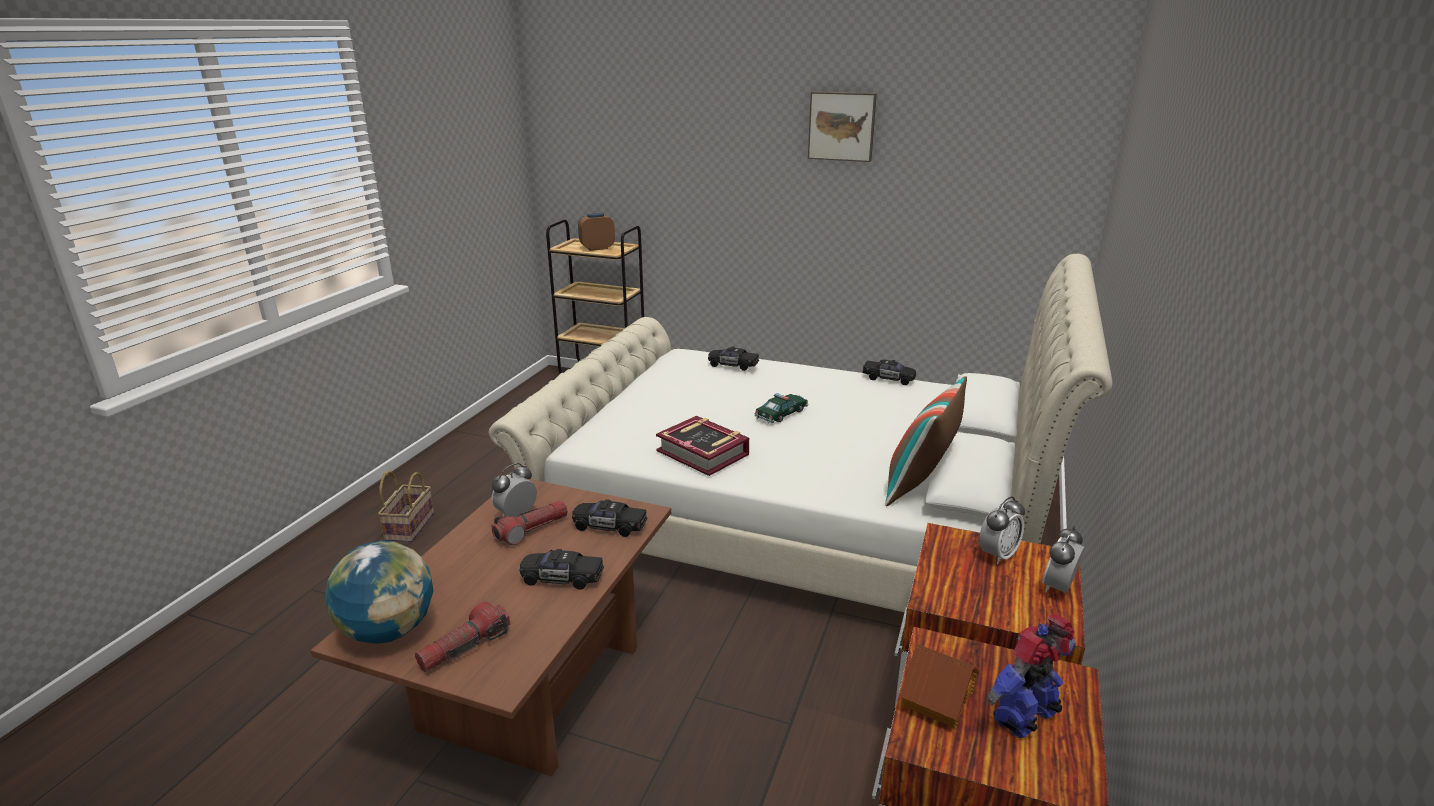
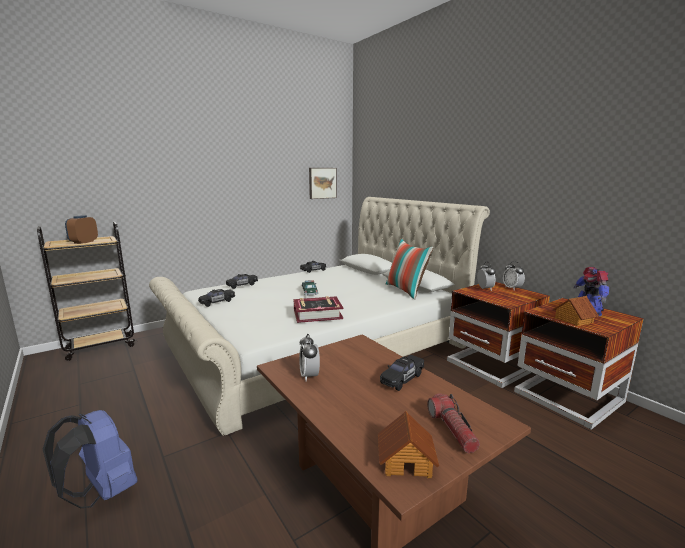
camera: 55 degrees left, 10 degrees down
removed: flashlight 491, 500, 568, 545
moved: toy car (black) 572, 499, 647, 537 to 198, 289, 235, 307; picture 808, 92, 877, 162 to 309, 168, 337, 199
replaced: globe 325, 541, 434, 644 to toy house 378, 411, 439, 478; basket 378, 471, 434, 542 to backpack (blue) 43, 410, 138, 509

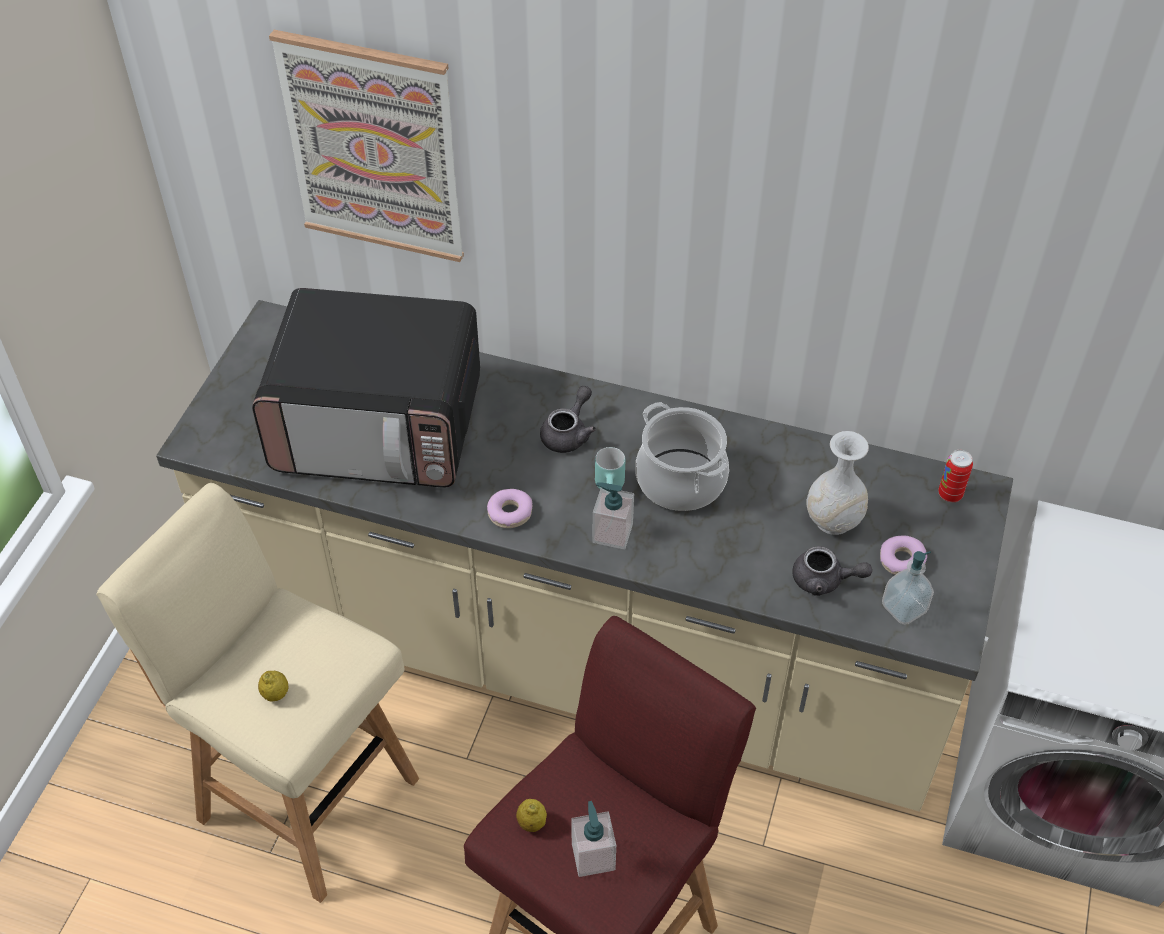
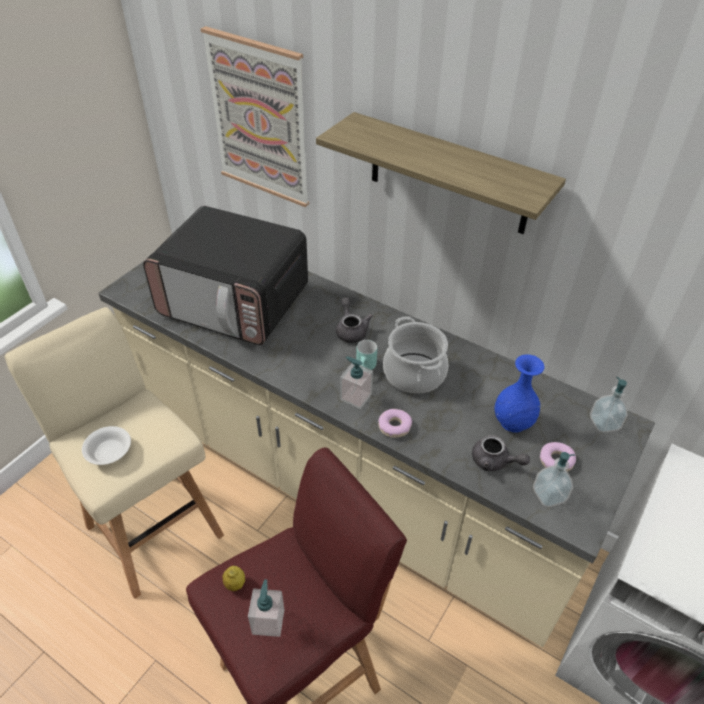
camera: 15 degrees right, 5 degrees down
added: shelf 316, 112, 566, 234
moved: donut 487, 489, 532, 528 to 379, 409, 412, 438
replaced: lemon 258, 671, 288, 702 to bowl (white) 82, 426, 131, 465; can 938, 450, 973, 502 to soap dispenser 590, 377, 627, 433
recoloured: vase (white) 806, 431, 869, 535 to vase (blue) 494, 354, 545, 433
turned: teapot (grey) 540, 386, 596, 453 = 336, 297, 373, 343 60 degrees counterclockwise

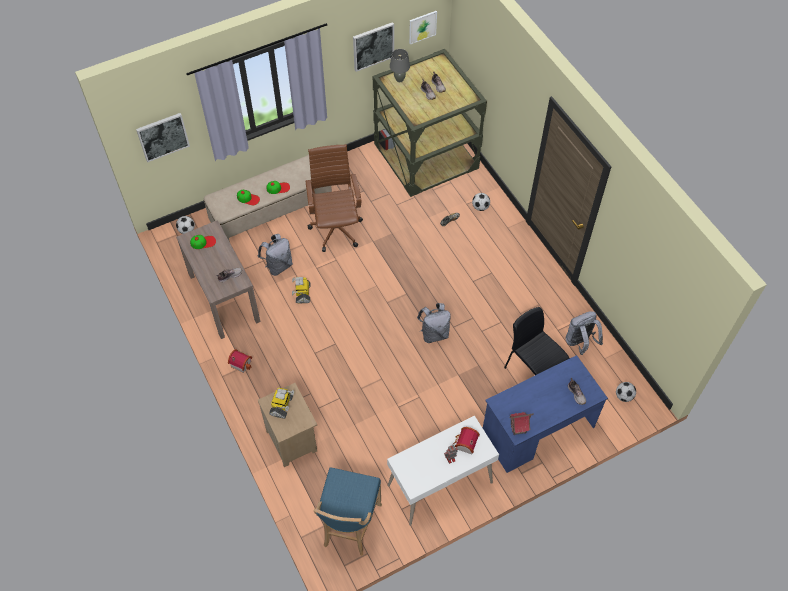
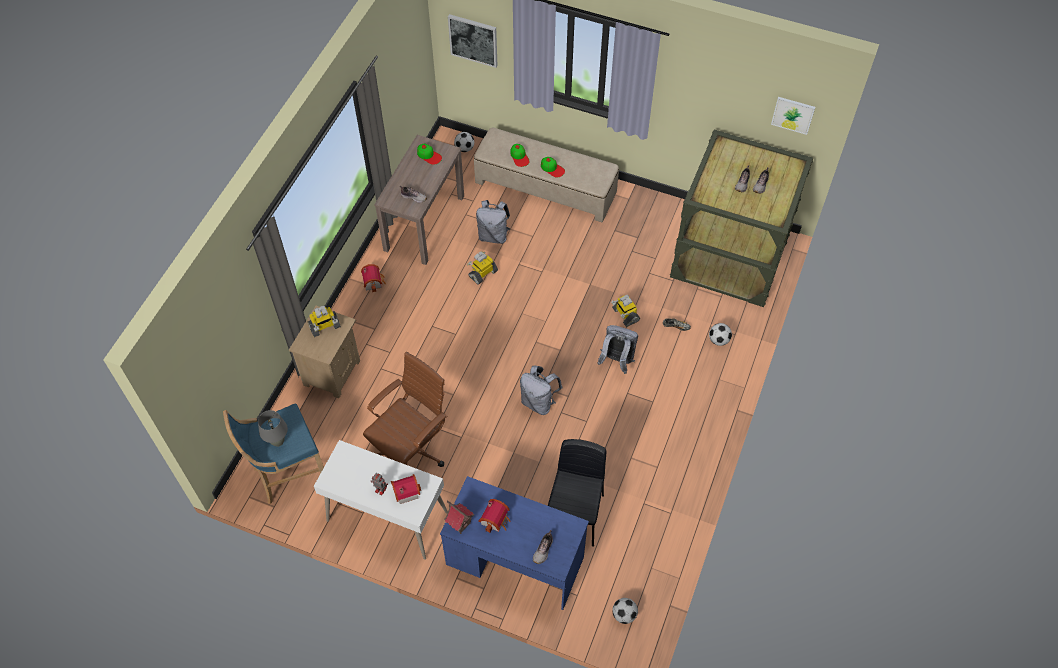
camera: 50 degrees right, 0 degrees up
removed: picture 353, 22, 394, 72
added: toy house 478, 499, 511, 533; toy robot 611, 295, 640, 327
moved: office chair (brown) 305, 144, 363, 252 to 363, 352, 448, 467; table lamp (grey) 390, 49, 410, 82 to 258, 410, 288, 447; backpack (grey) 566, 311, 603, 355 to 597, 325, 638, 374

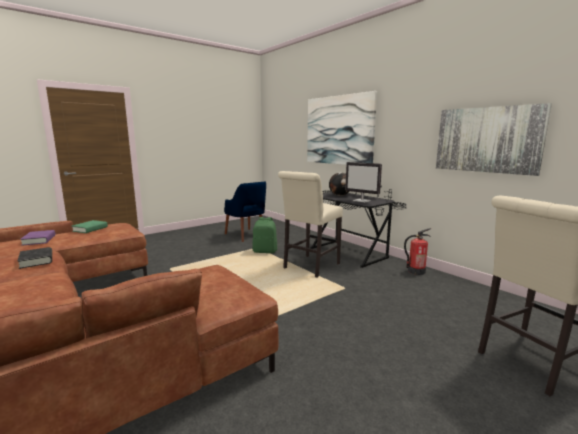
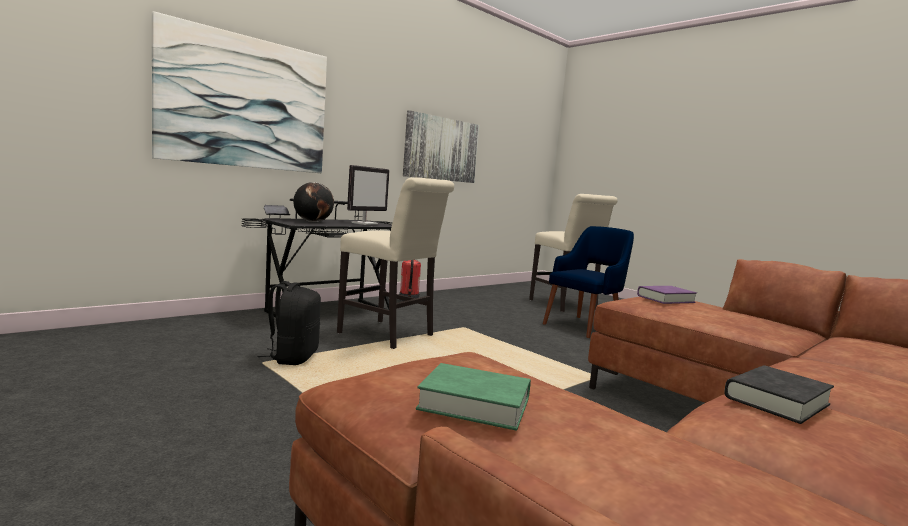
camera: 95 degrees left, 5 degrees down
moved: book (purple) 20, 230, 56, 246 to 637, 286, 697, 304; armchair (blue) 224, 182, 266, 242 to 543, 226, 634, 338
recoloured: backpack (green) 252, 217, 277, 253 to backpack (black) 258, 281, 321, 365

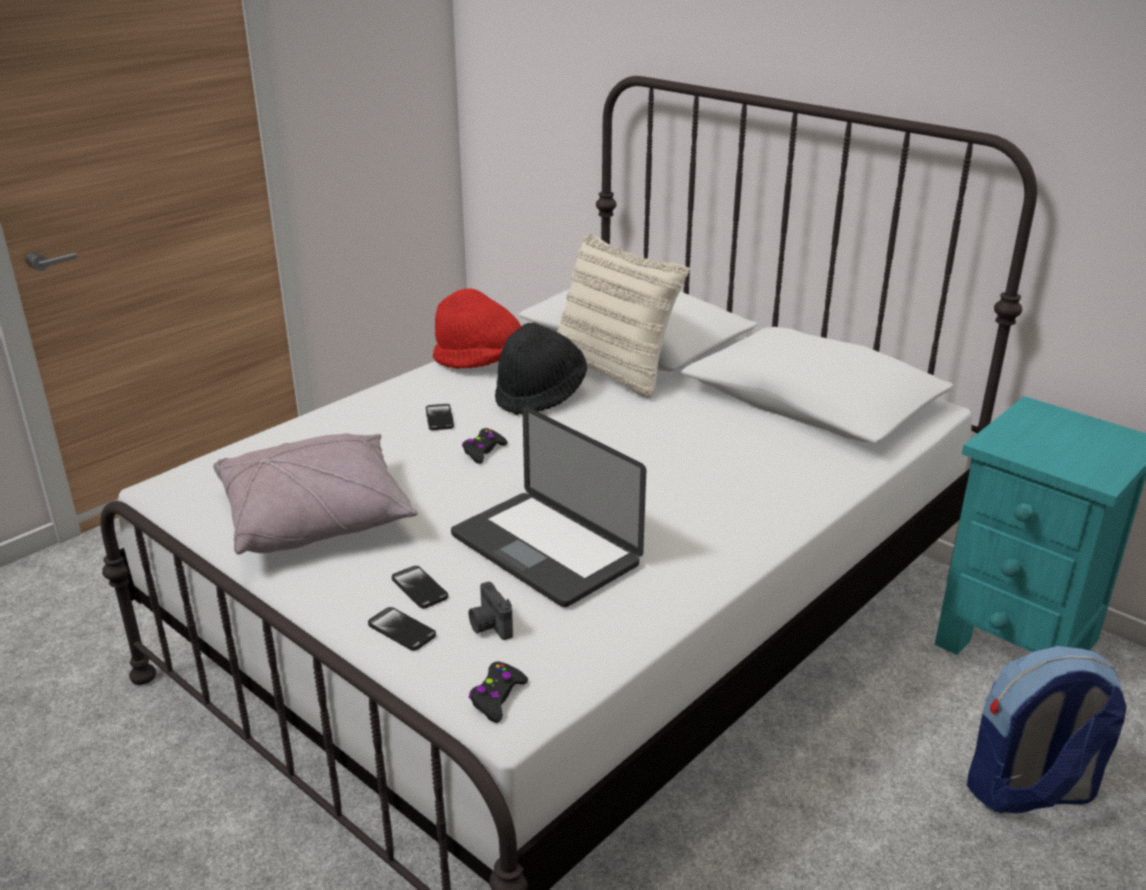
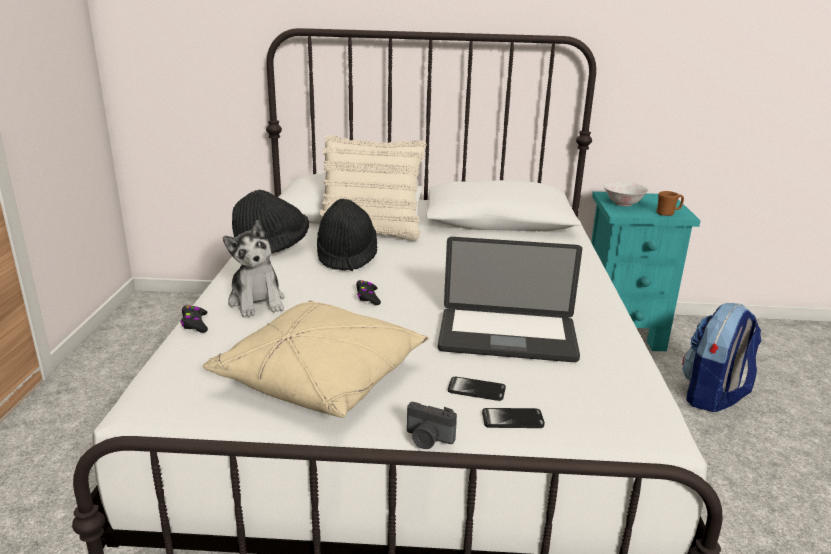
camera: 40 degrees left, 5 degrees down
removed: phone 426, 404, 454, 430
added: plush toy 223, 220, 285, 317; bowl (white) 603, 182, 650, 206; mug (brown) 656, 191, 684, 216
moved: photo camera 469, 582, 513, 640 to 407, 402, 457, 449; game controller (black) 469, 661, 528, 723 to 180, 305, 208, 333
recoloured: pillow (purple) 213, 433, 418, 555 to pillow (beige) 203, 300, 429, 418; hat (red) 433, 288, 521, 369 to hat (black) 232, 190, 309, 254

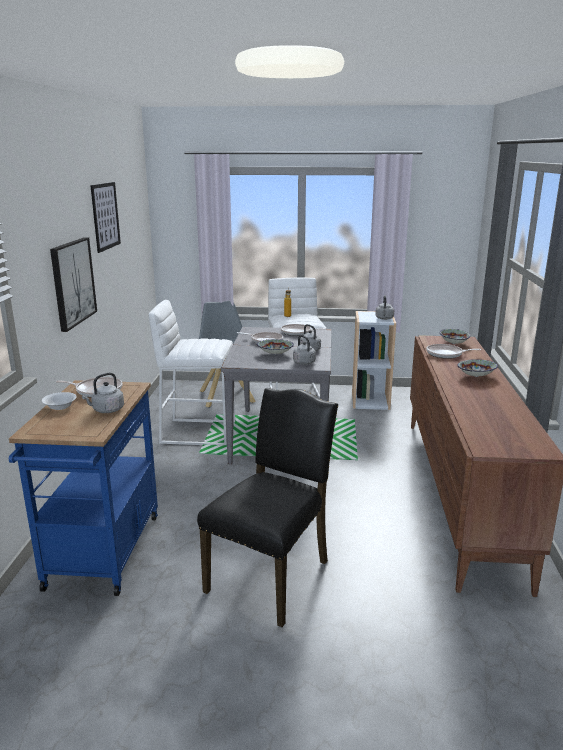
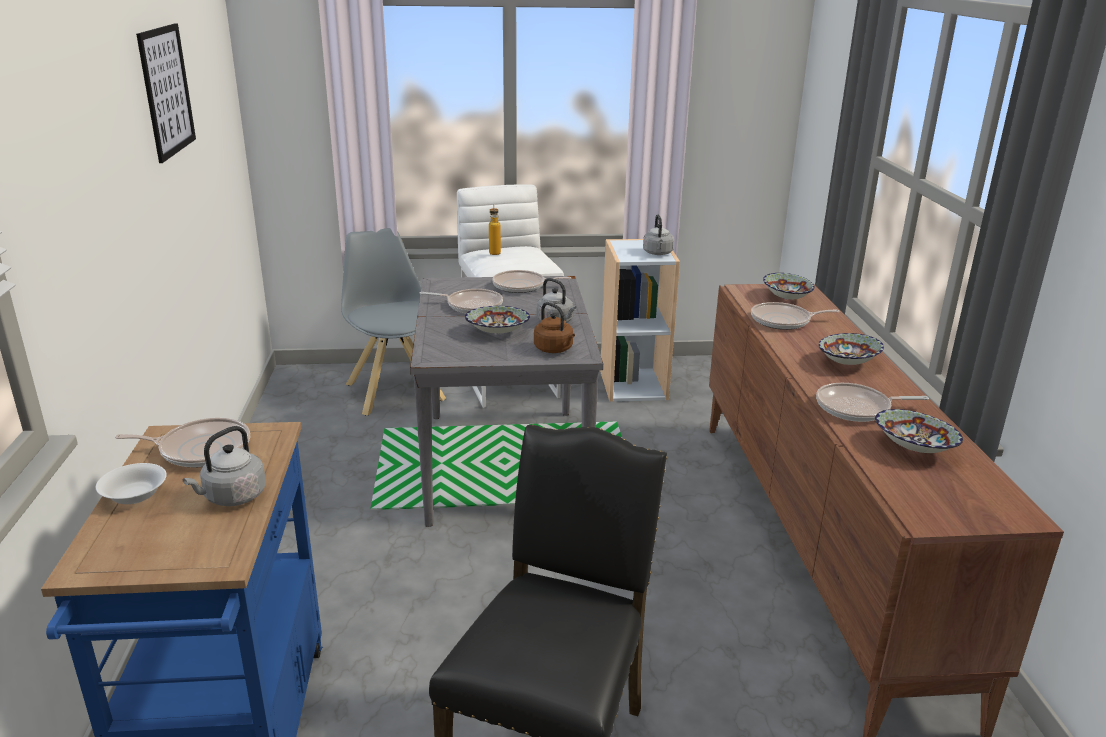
camera: 10 degrees left, 5 degrees up
removed: picture 50, 237, 97, 332; stool (white) 149, 300, 235, 445
added: frying pan 816, 383, 929, 422; bowl 875, 409, 963, 453
recoloured: kettle (grey) 293, 335, 316, 365 to kettle (brown) 534, 302, 575, 353

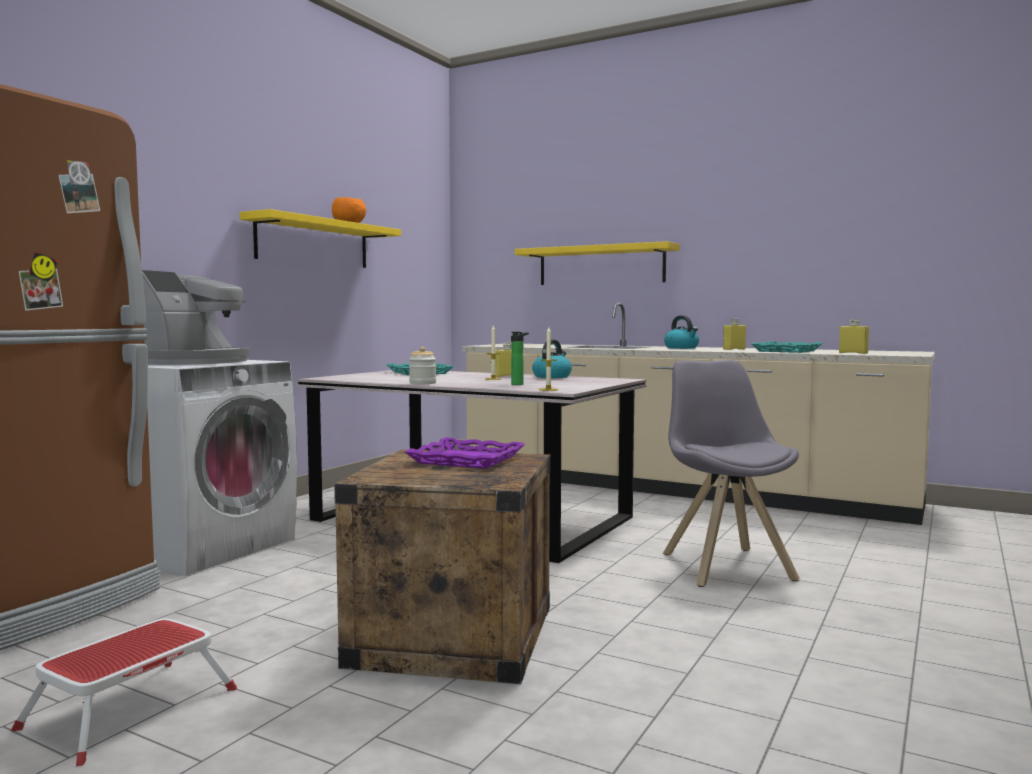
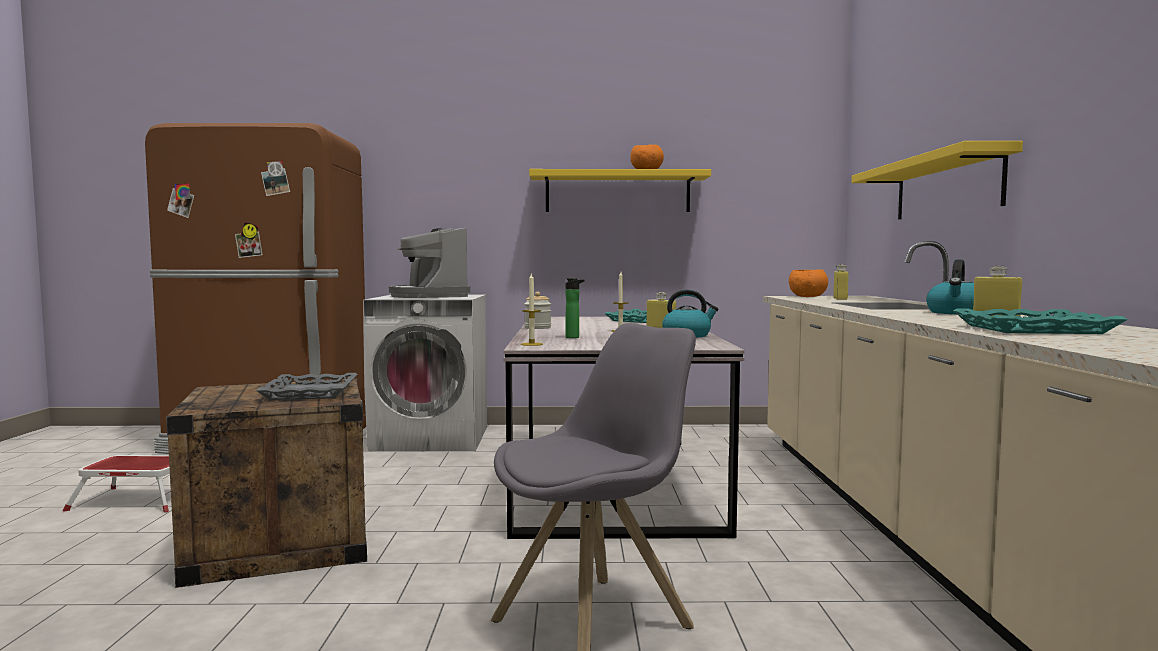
camera: 60 degrees right, 0 degrees up
added: bowl (orange) 789, 269, 828, 297
moved: bottle (yellow) 839, 319, 869, 354 to 833, 264, 849, 300
recoloured: tray (purple) 405, 437, 525, 469 to tray (grey) 256, 373, 357, 400
turned: coffee machine 142, 270, 250, 365 = 389, 228, 470, 298 75 degrees clockwise

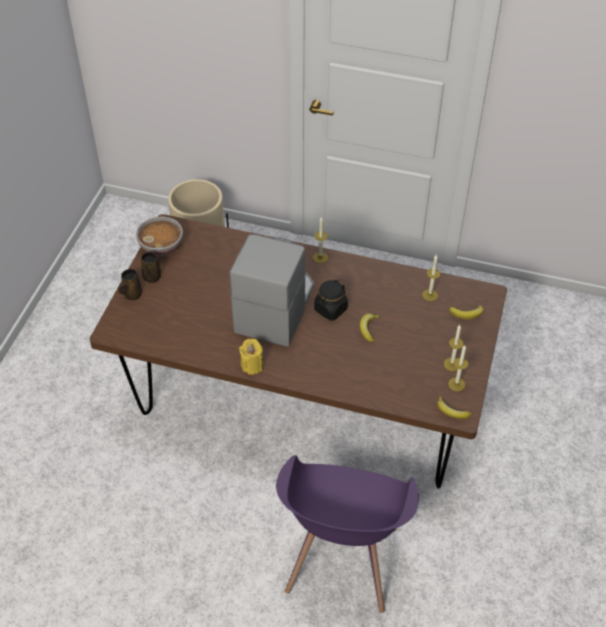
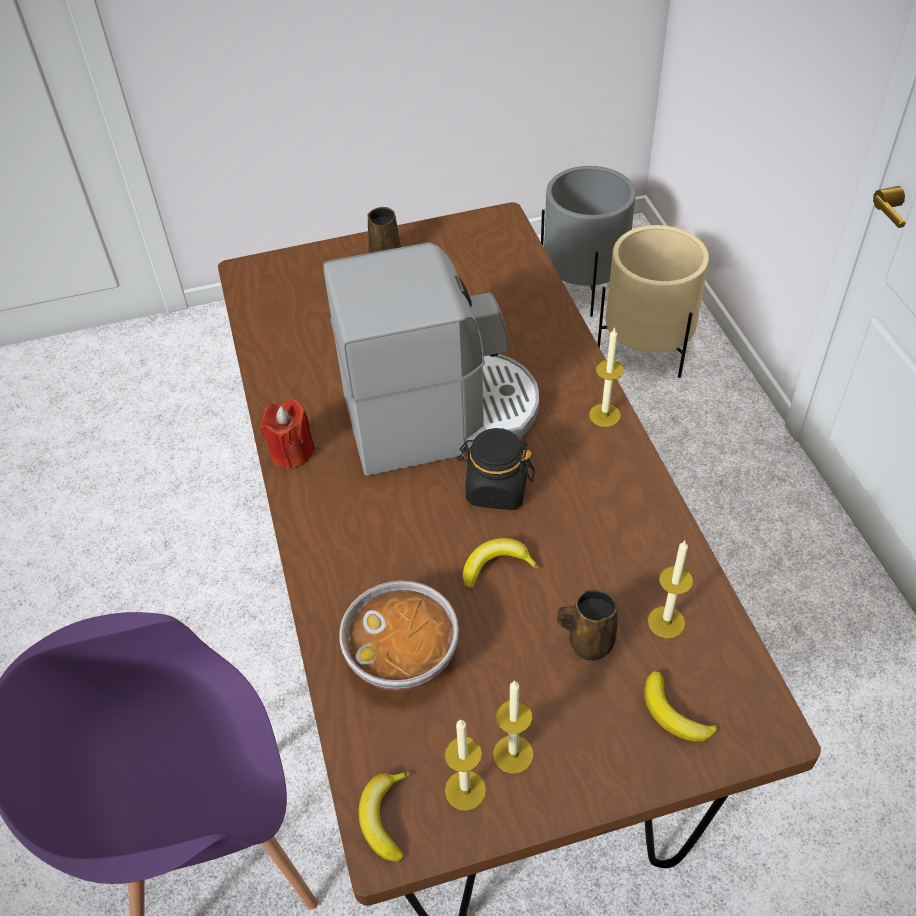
camera: 60 degrees right, 0 degrees up
added: planter (grey) 541, 166, 636, 317
moved: mug (brown) 118, 269, 142, 300 to 557, 590, 618, 661; bowl 136, 217, 183, 256 to 339, 581, 459, 691
recoloured: candle (yellow) 239, 338, 263, 375 to candle (red) 260, 399, 315, 470

